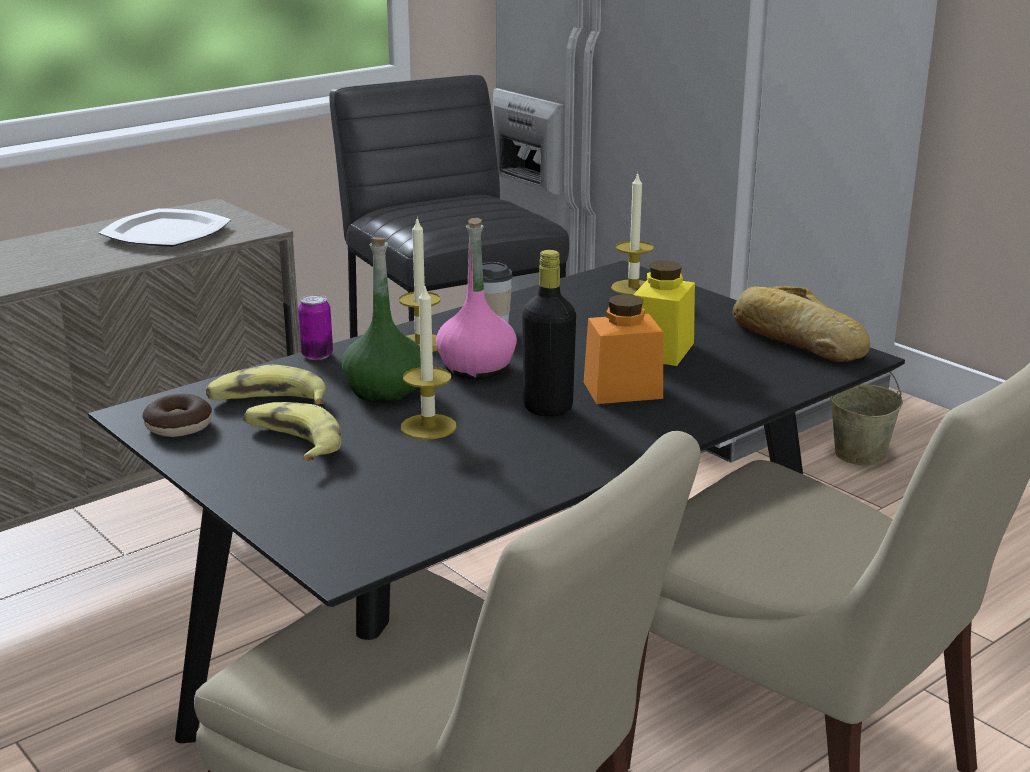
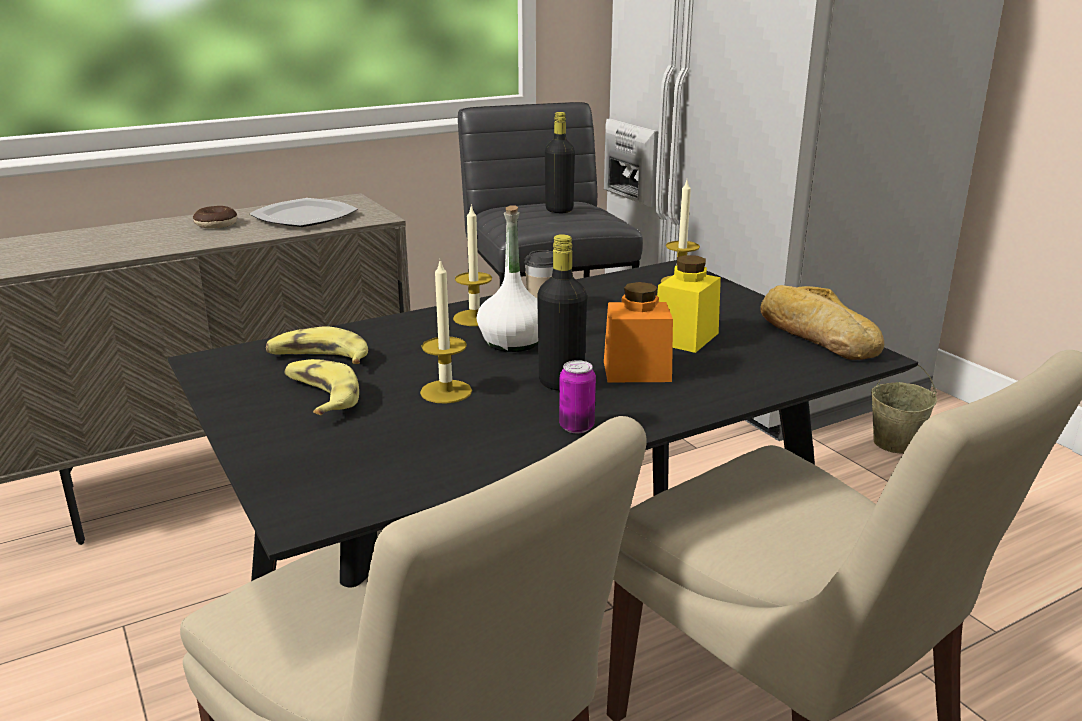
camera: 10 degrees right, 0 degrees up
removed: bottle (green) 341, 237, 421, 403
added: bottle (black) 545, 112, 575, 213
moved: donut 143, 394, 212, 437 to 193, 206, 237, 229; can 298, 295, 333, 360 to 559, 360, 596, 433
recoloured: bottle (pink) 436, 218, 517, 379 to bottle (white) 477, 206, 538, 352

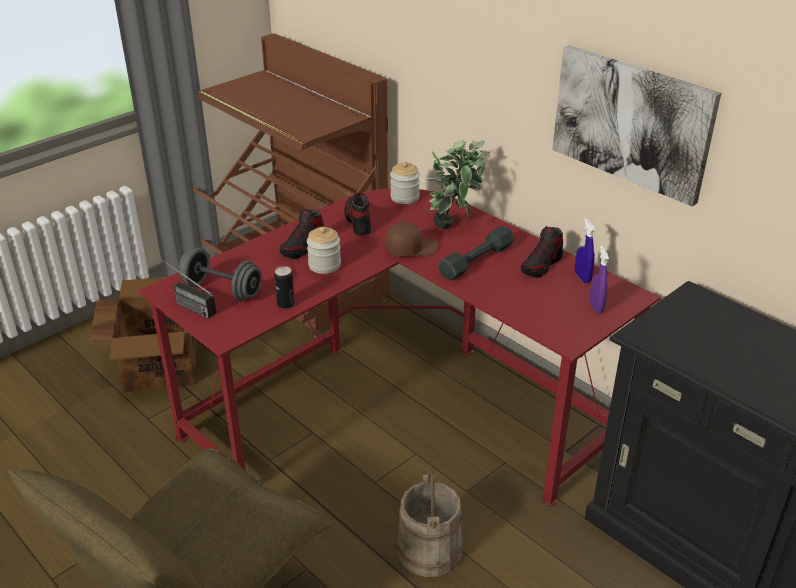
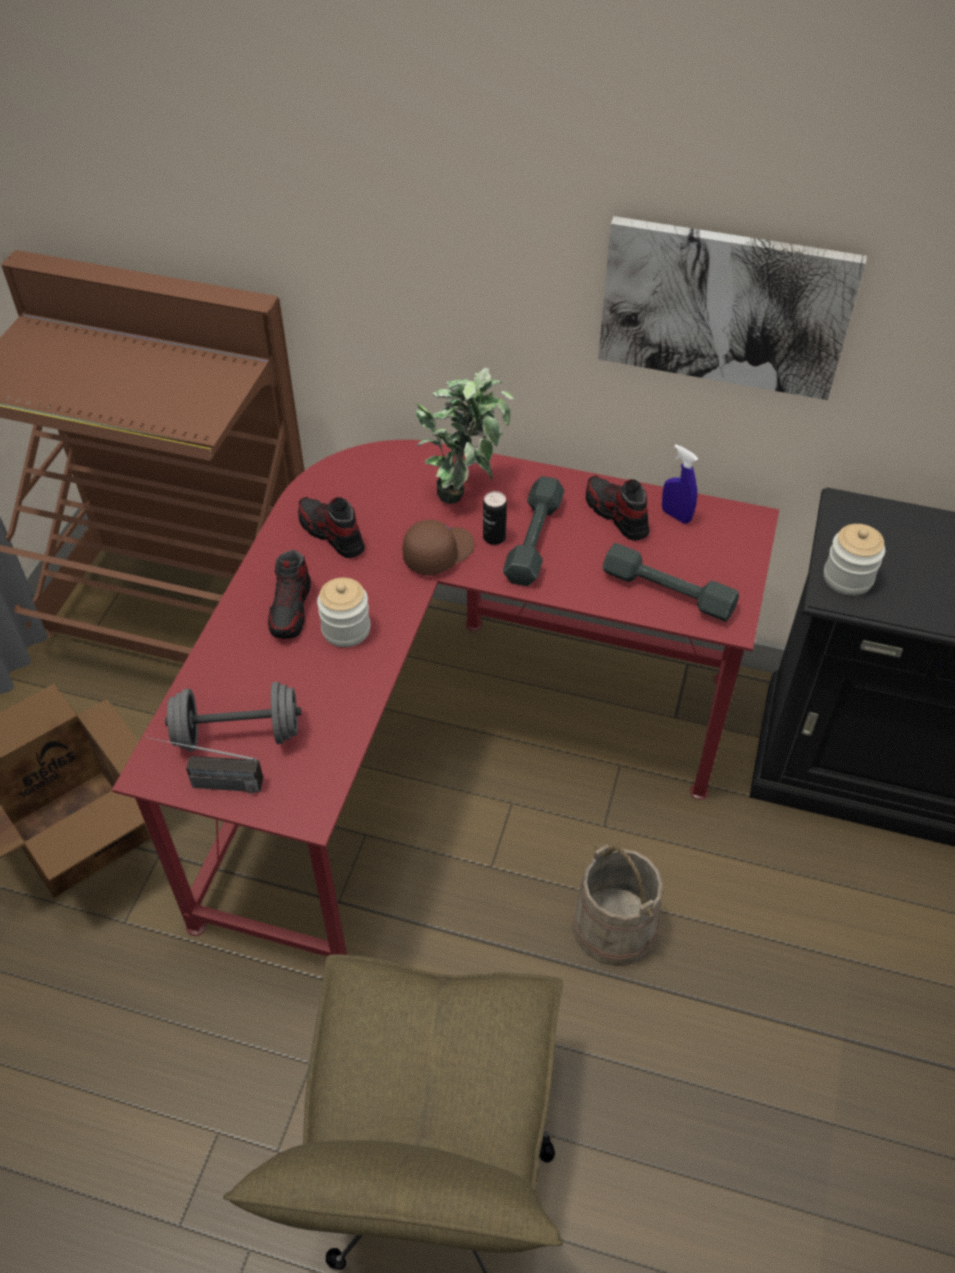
camera: 30 degrees left, 15 degrees up
removed: spray bottle (purple) 590, 246, 609, 314
added: dumbbell (grey) 602, 543, 739, 621
moved: can 274, 266, 295, 309 to 483, 491, 507, 545; jar 390, 162, 420, 204 to 824, 524, 885, 596
turned: shoe 521, 226, 563, 278 = 586, 476, 650, 541 135 degrees clockwise

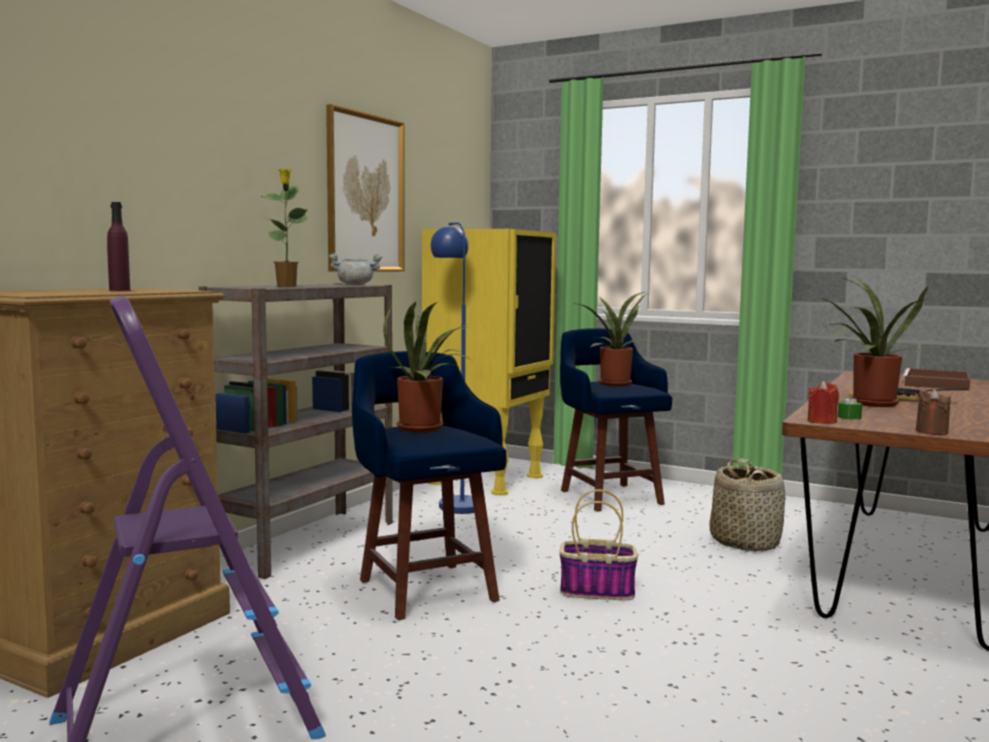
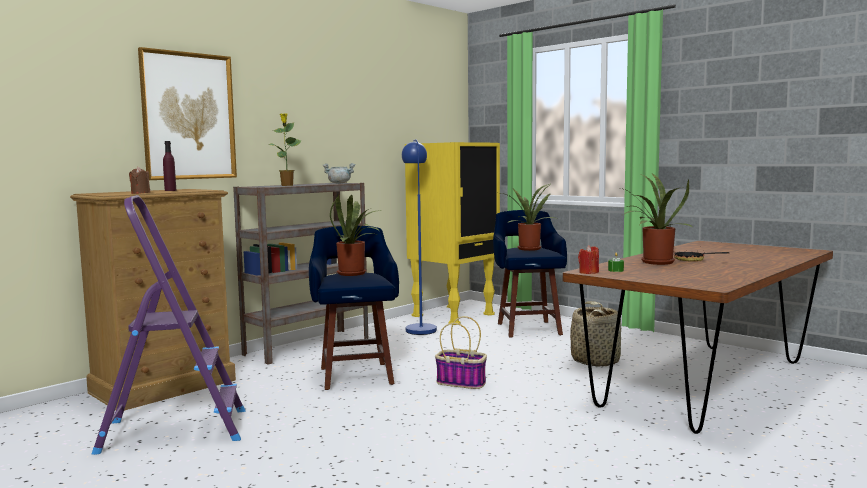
camera: 15 degrees right, 0 degrees up
removed: tray (brown) 902, 368, 970, 390
moved: picture 326, 104, 405, 272 to 138, 47, 237, 180; candle (brown) 916, 389, 951, 435 to 129, 167, 150, 194

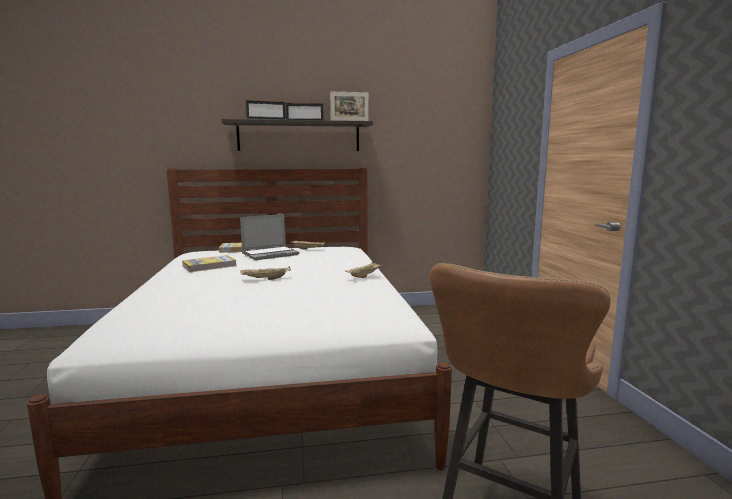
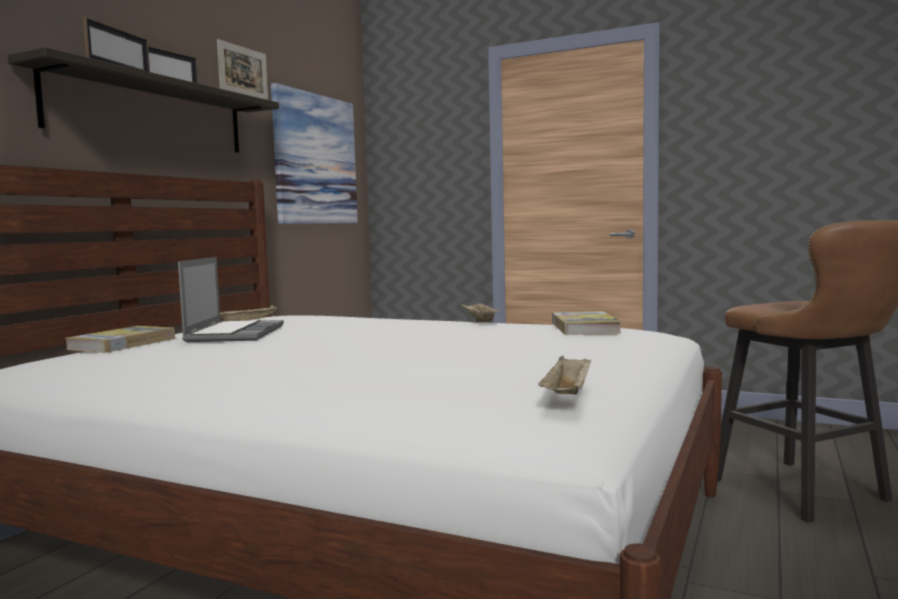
camera: 55 degrees left, 5 degrees down
added: picture 271, 83, 358, 224
moved: book 182, 255, 236, 272 to 552, 311, 622, 335; tray (beige) 240, 266, 291, 280 to 538, 356, 591, 394

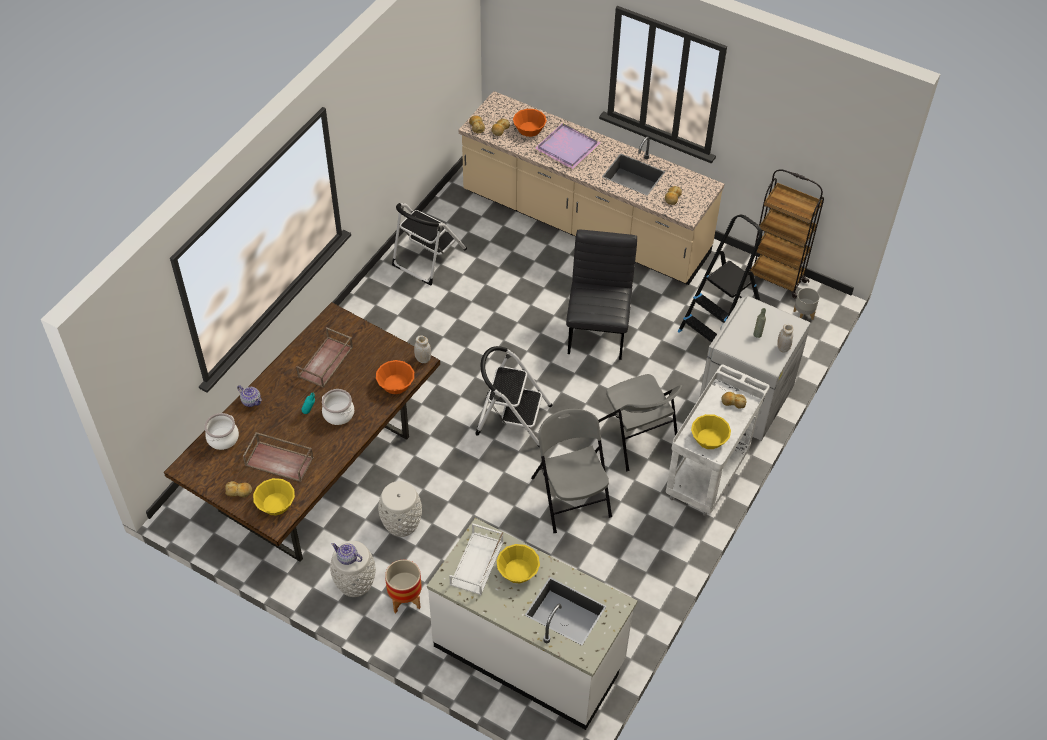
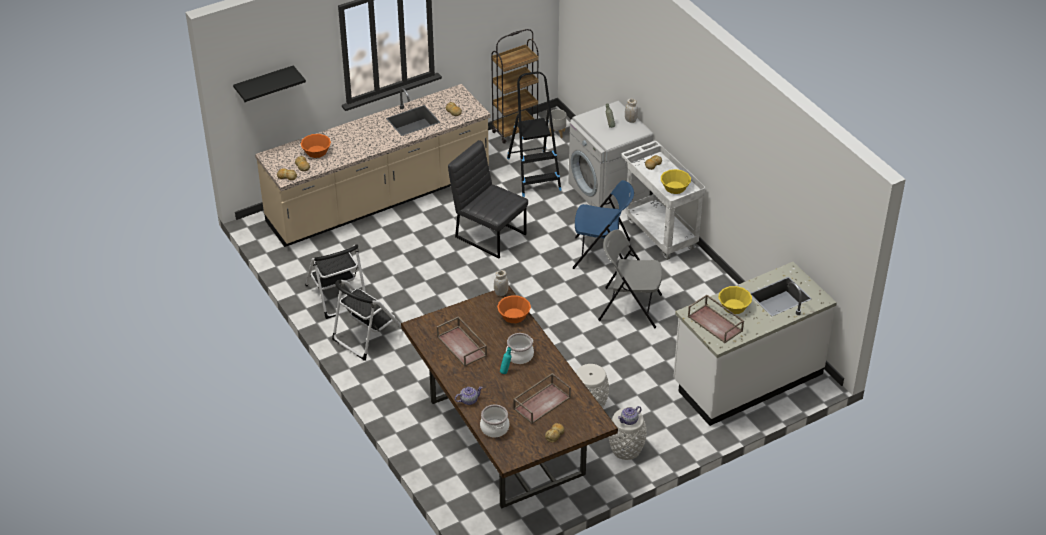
camera: 60 degrees left, 10 degrees down
removed: bowl (yellow) 253, 478, 295, 516; planter 385, 560, 422, 613; tray (purple) 534, 123, 601, 169
added: shelf (black) 233, 65, 306, 102
moved: step ladder 476, 346, 553, 447 to 332, 280, 404, 361
recoloured: tray (white) 449, 523, 503, 595 to tray (brown) 688, 295, 744, 343; chair (grey) 598, 374, 682, 472 to chair (blue) 573, 180, 634, 269

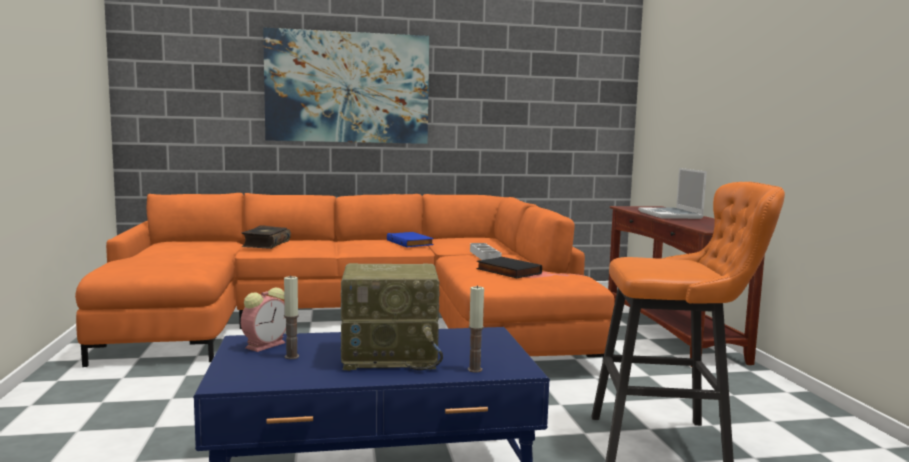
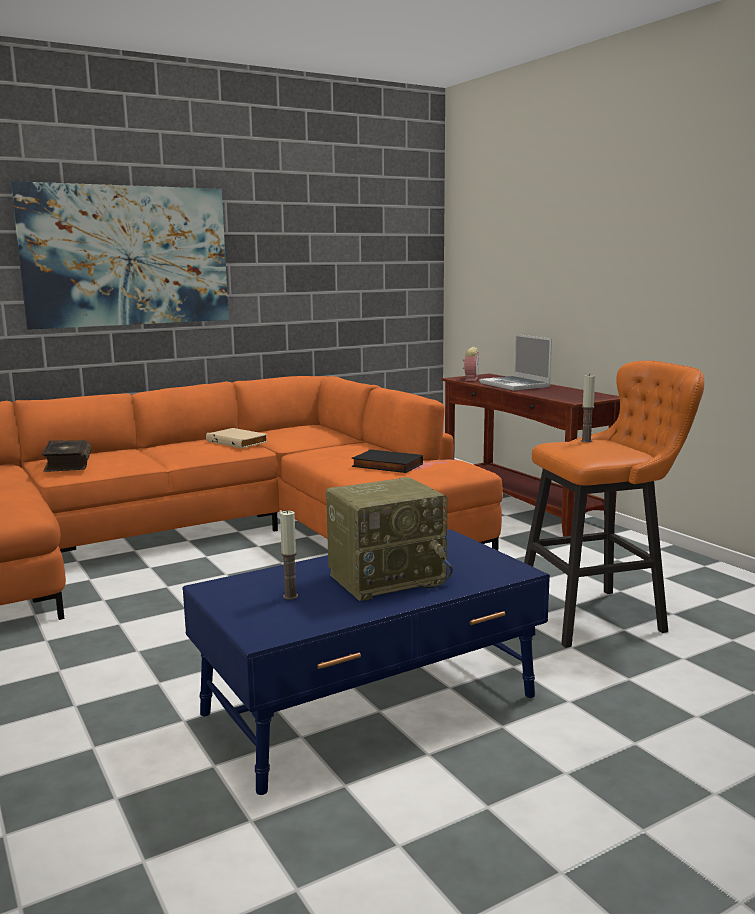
camera: 20 degrees left, 5 degrees up
removed: tray (grey) 470, 243, 502, 260
moved: alarm clock 241, 287, 286, 352 to 463, 347, 479, 381; candle 468, 285, 484, 373 to 581, 375, 595, 442
recoloured: book (blue) 387, 232, 434, 247 to book (beige) 206, 428, 268, 448

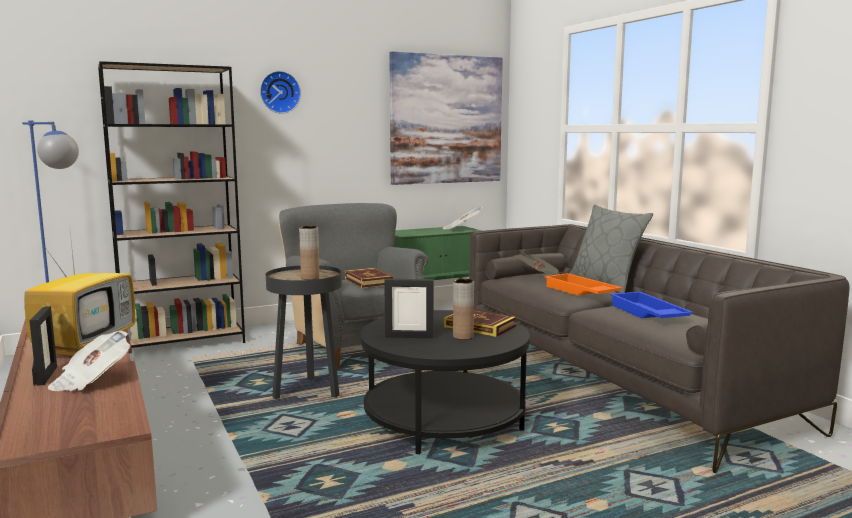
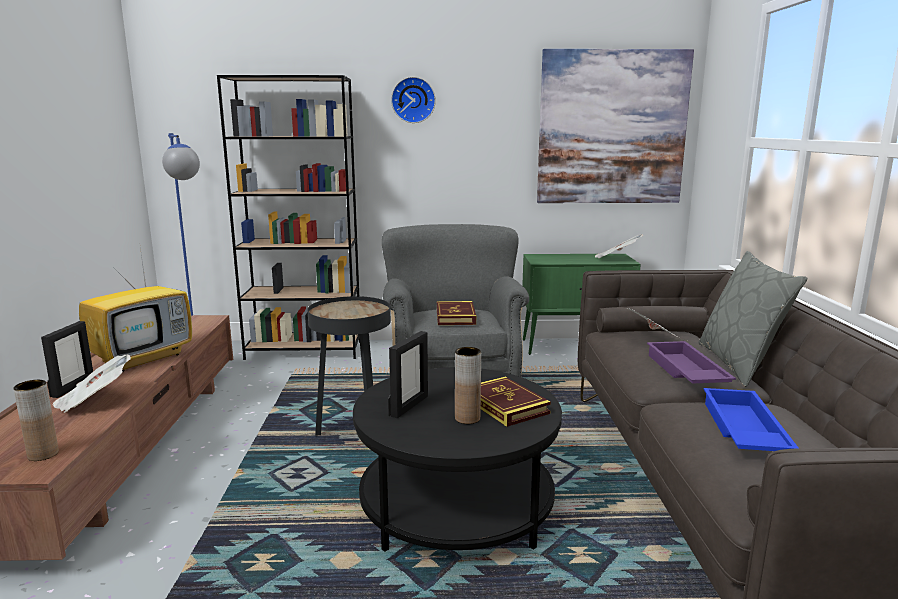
camera: 25 degrees right, 5 degrees up
moved: vase (brown) 299, 226, 320, 280 to 13, 380, 59, 461
recoloured: tray (orange) 545, 273, 622, 296 to tray (purple) 647, 341, 736, 384
turned: picture frame 384, 279, 434, 338 = 388, 331, 428, 418 90 degrees counterclockwise

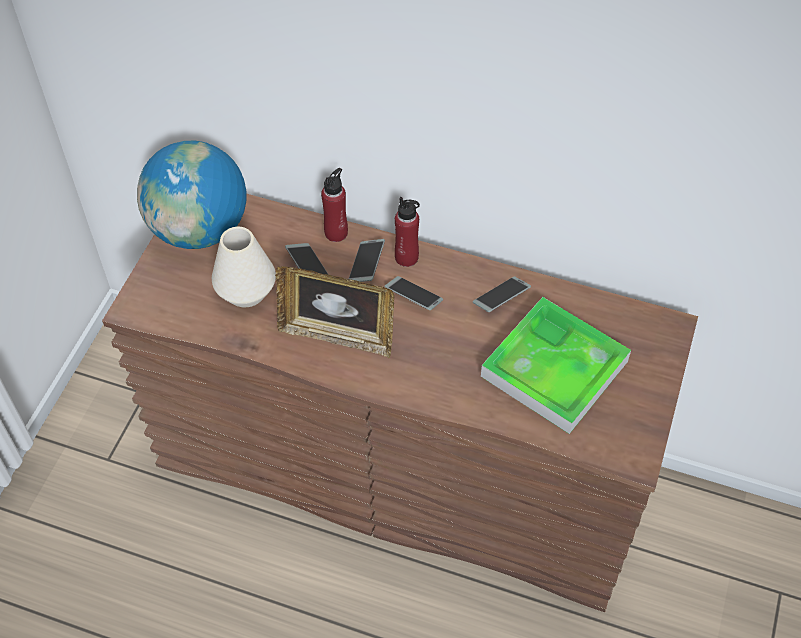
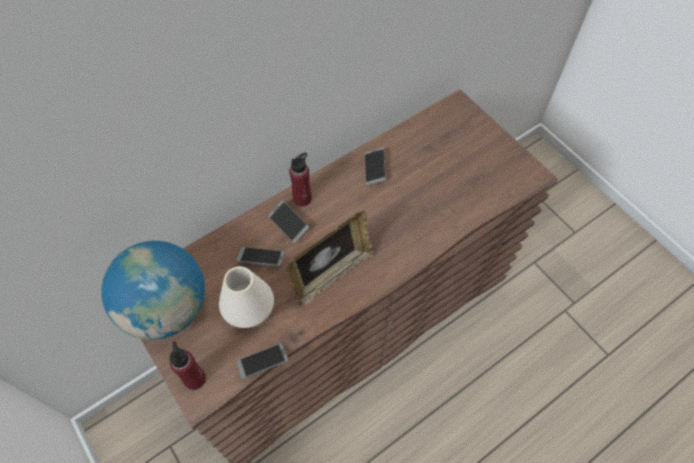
camera: 55 degrees left, 5 degrees up
removed: tray 481, 297, 631, 434
moved: bottle (red) 321, 168, 348, 242 to 169, 341, 206, 390; phone 385, 276, 443, 310 to 237, 344, 288, 379

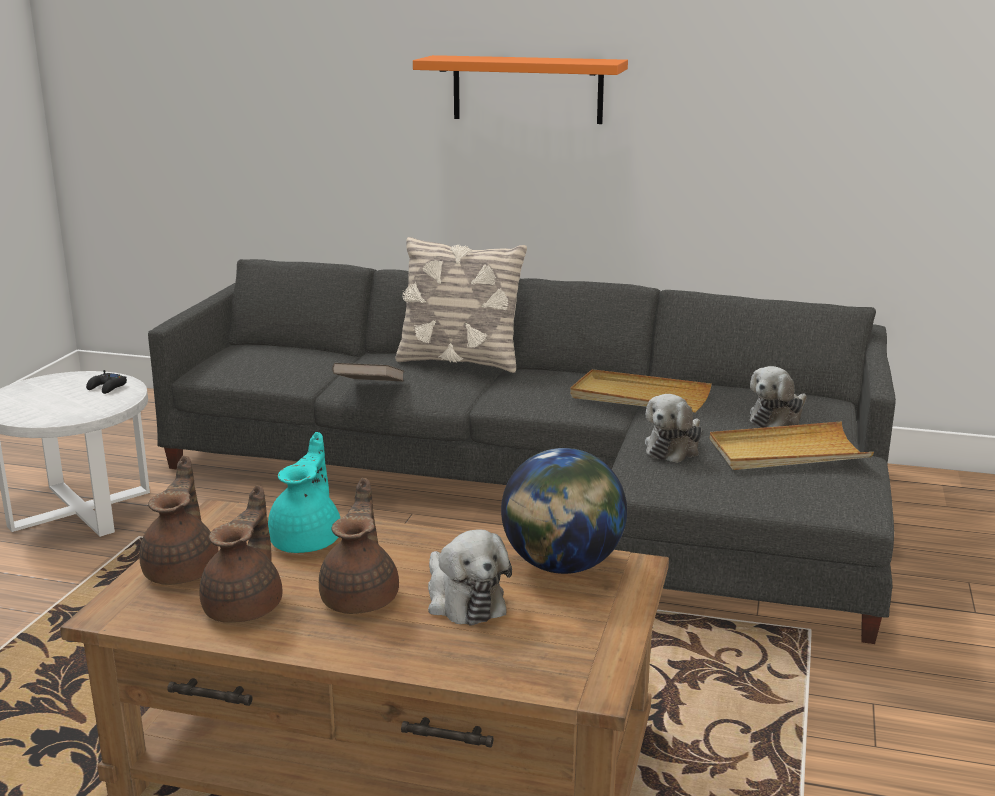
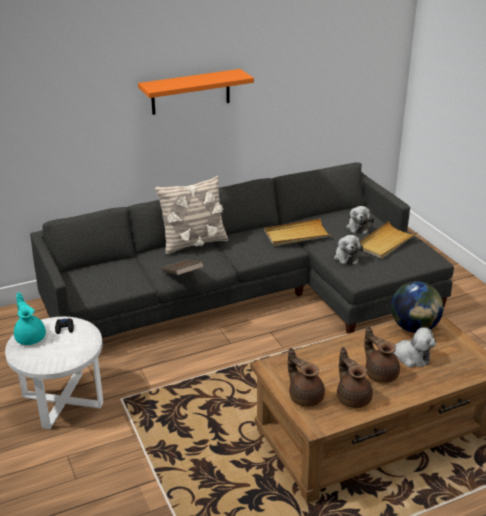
camera: 40 degrees left, 10 degrees up
moved: teapot (turquoise) 268, 432, 340, 553 to 14, 293, 46, 345

